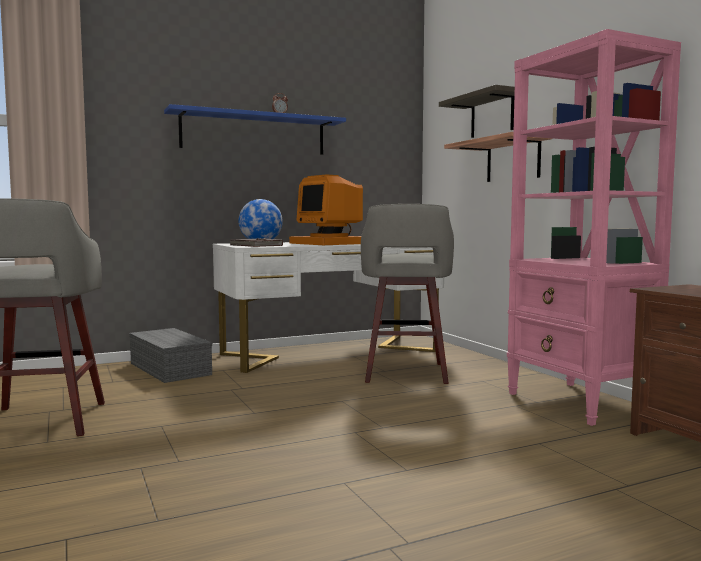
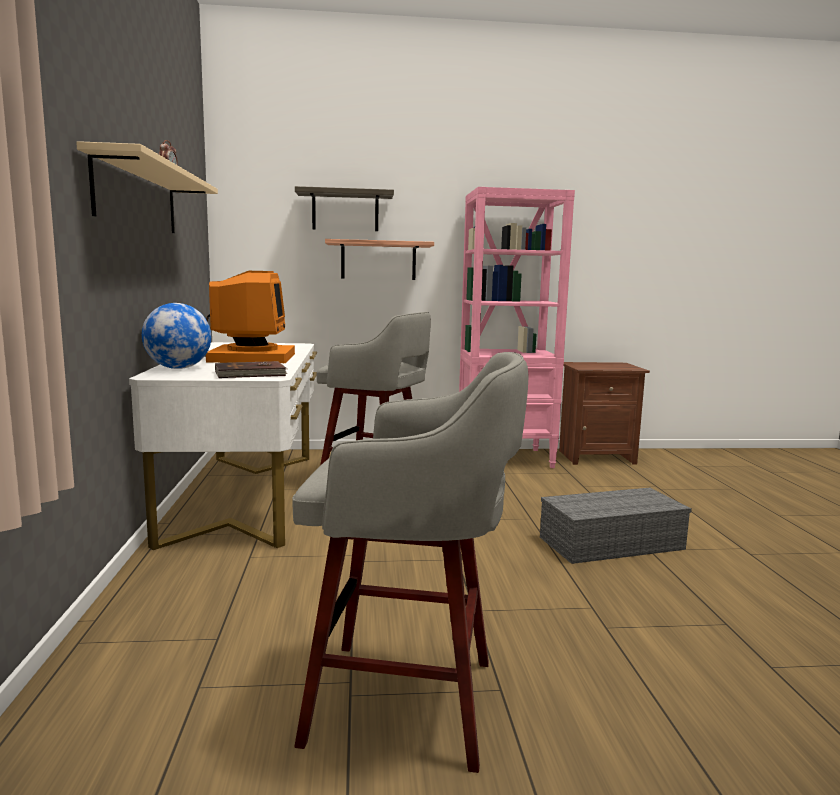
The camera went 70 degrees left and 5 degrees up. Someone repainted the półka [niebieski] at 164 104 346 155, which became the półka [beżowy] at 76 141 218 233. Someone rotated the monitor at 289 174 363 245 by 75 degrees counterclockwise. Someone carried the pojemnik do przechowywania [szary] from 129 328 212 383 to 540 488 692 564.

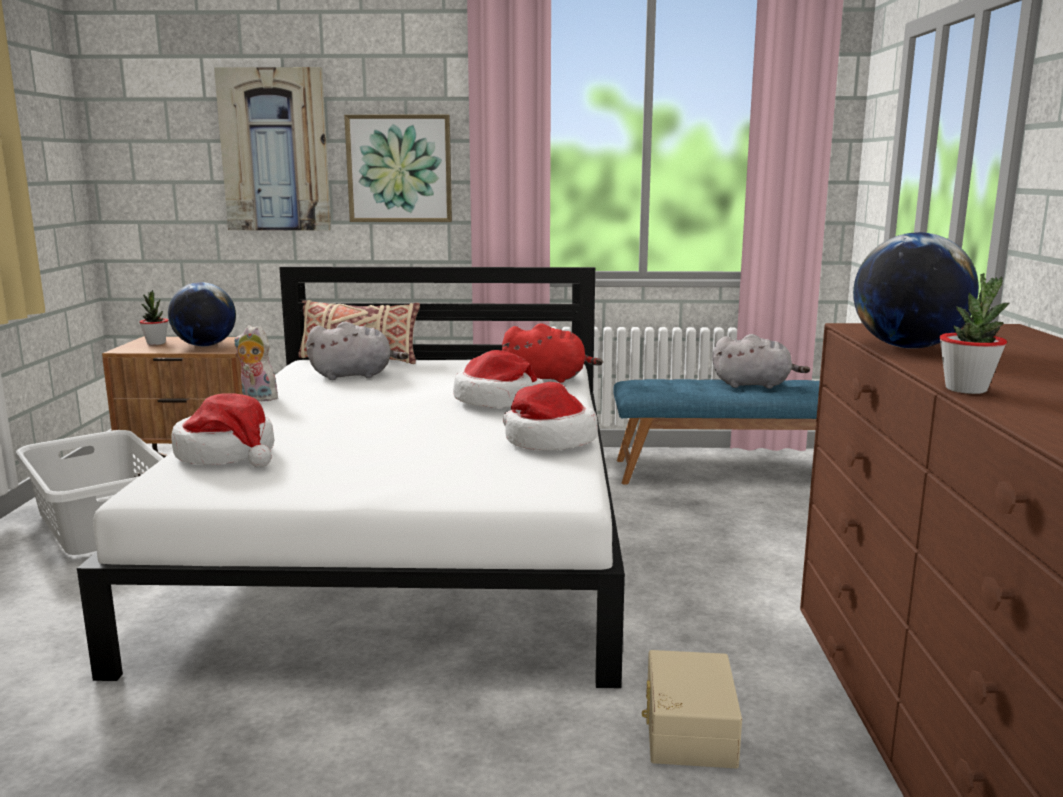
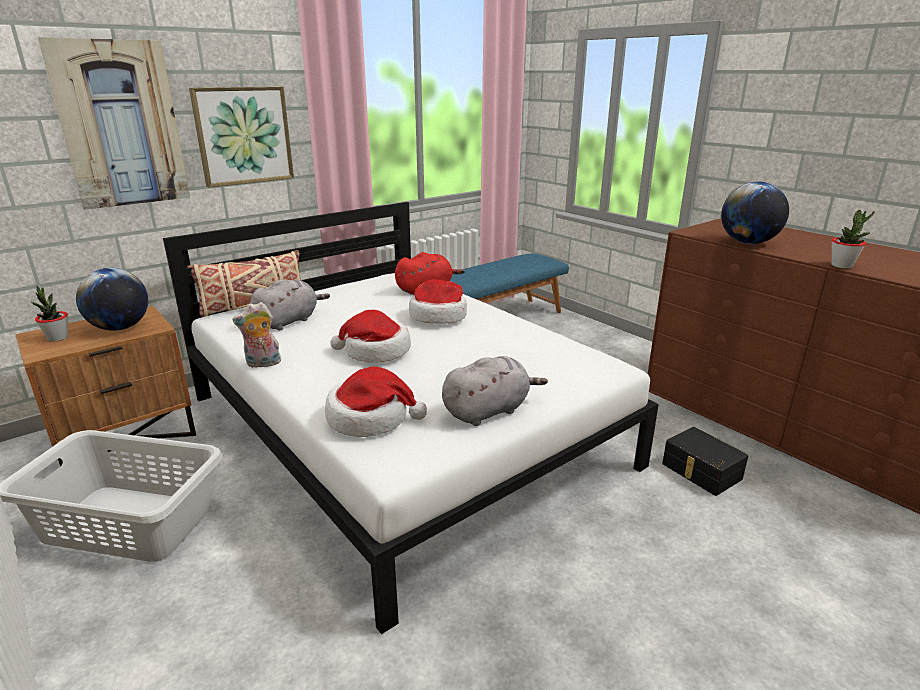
The camera went 40 degrees left and 10 degrees up. Someone carried the kapelusz from 503 382 598 450 to 330 310 411 363. Someone carried the pluszak [szary] from 712 334 810 389 to 442 356 548 426. Someone repainted the pojemnik do przechowywania [beżowy] at 642 650 742 768, which became the pojemnik do przechowywania [czarny] at 662 427 748 496.

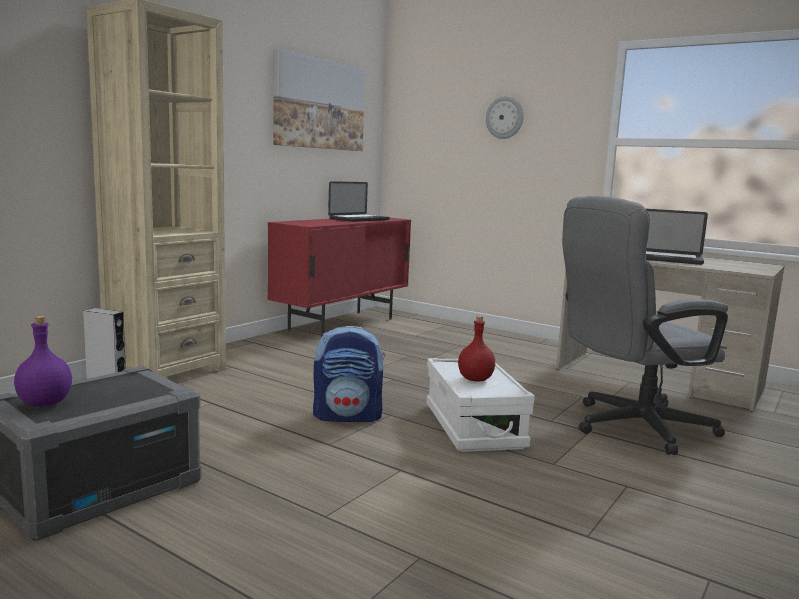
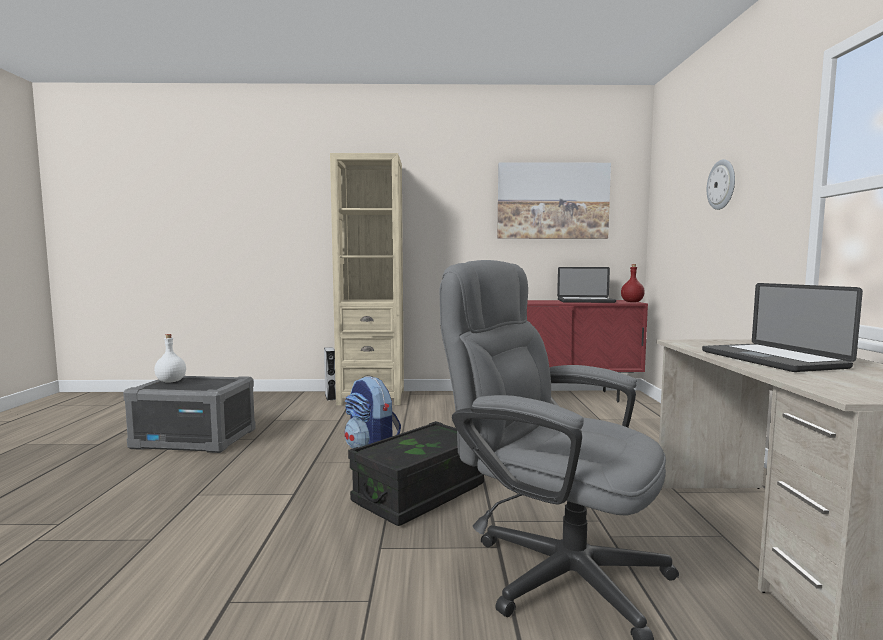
The camera went 55 degrees right and 5 degrees down. Someone repainted the butelka [fioletowy] at 14 316 72 407, which became the butelka [biały] at 154 334 186 383. Someone repainted the pojemnik do przechowywania [biały] at 427 358 535 452, which became the pojemnik do przechowywania [czarny] at 348 421 484 526. Someone carried the butelka [czerwony] from 458 316 495 382 to 621 264 645 302.

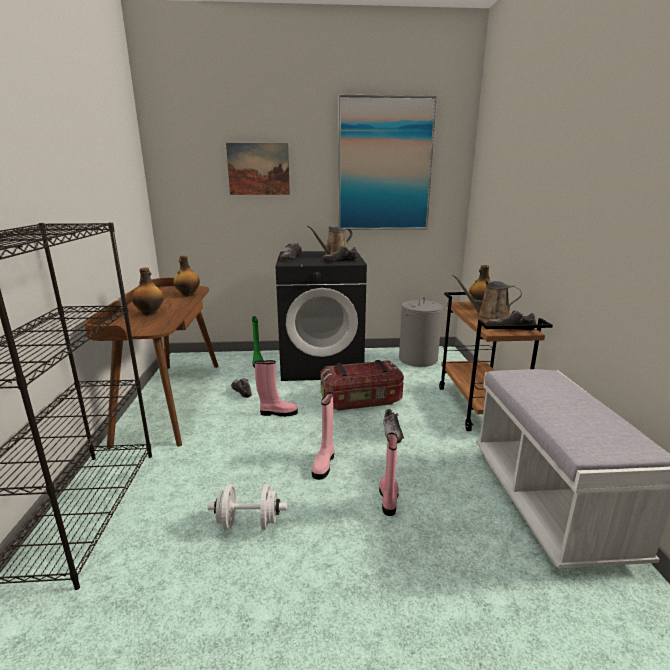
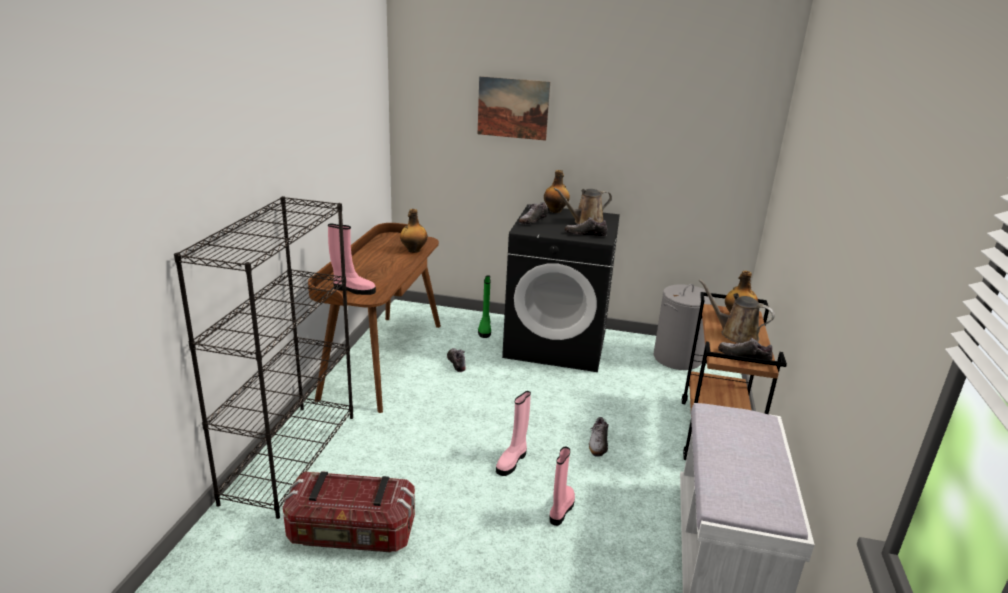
The camera went 15 degrees right and 5 degrees up. Someone carried the pojemnik do przechowywania from 321 360 404 411 to 283 471 415 552. Someone carried the but z cholewką [różowy] from 255 360 298 417 to 328 224 376 295. Someone carried the butelka from 132 268 164 316 to 544 170 570 213. Someone took away the hantel [biały] at 208 484 287 530. Someone took away the obraz at 338 95 437 230.

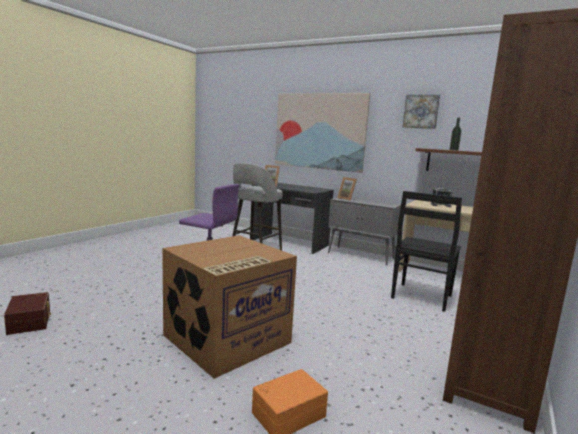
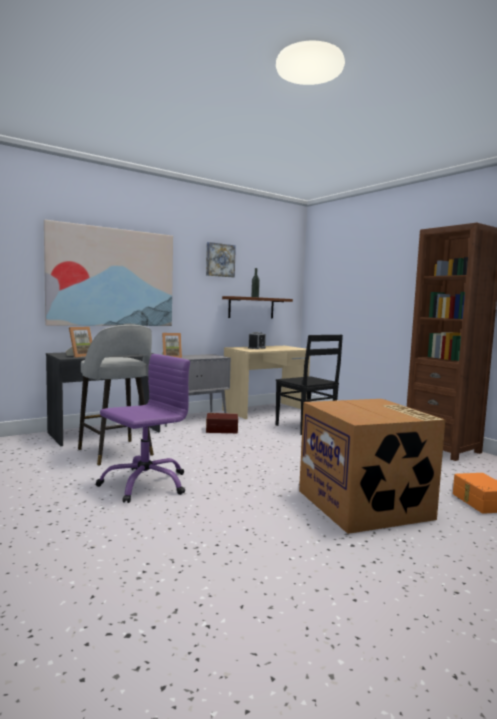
The camera went 65 degrees left and 5 degrees down. Someone carried the pojemnik do przechowywania [brązowy] from 4 292 51 335 to 206 413 238 433.

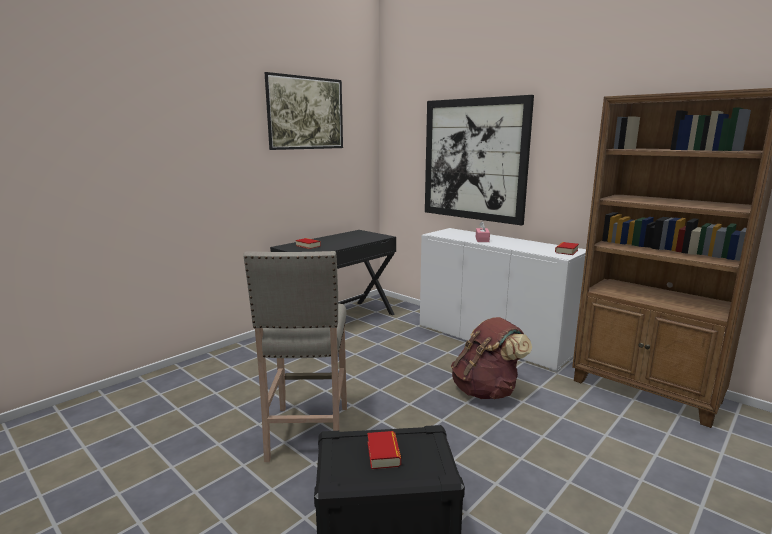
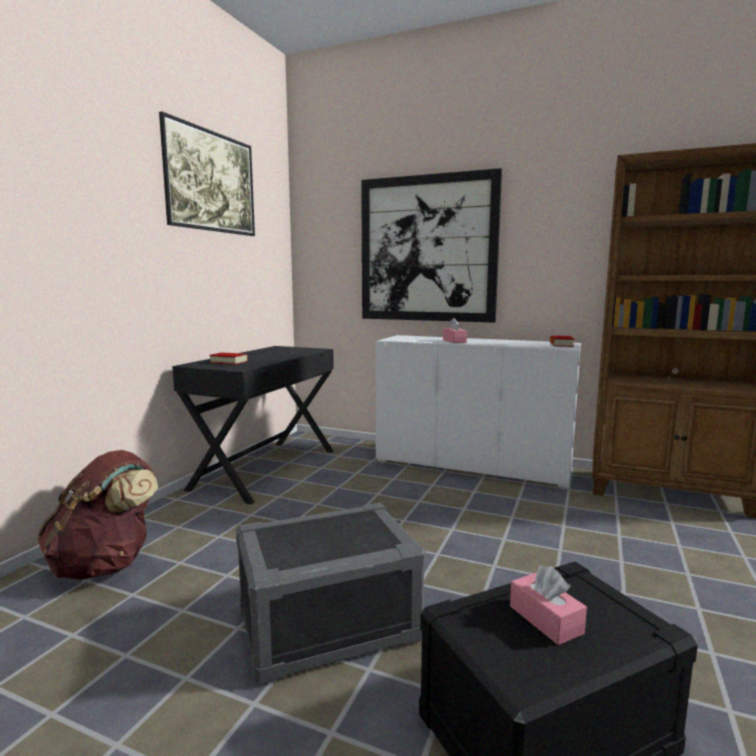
The camera went 20 degrees left and 5 degrees down. Someone carried the plecak [brązowy] from 451 317 532 399 to 38 450 158 580. Someone swapped the stołek [beżowy] at 244 251 347 462 for the pojemnik do przechowywania [szary] at 236 502 426 684. Someone swapped the książka at 367 431 401 469 for the pudełko chusteczek [różowy] at 510 565 587 645.

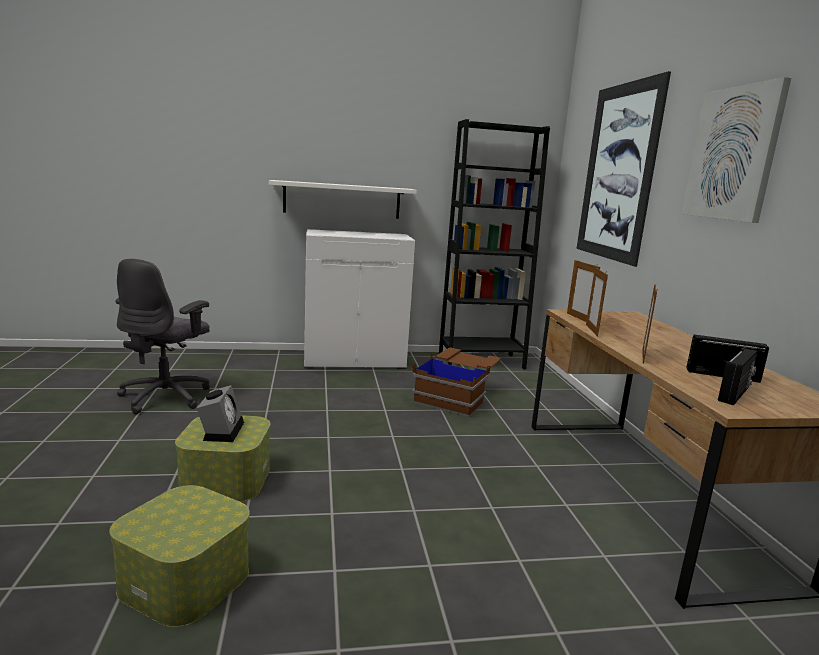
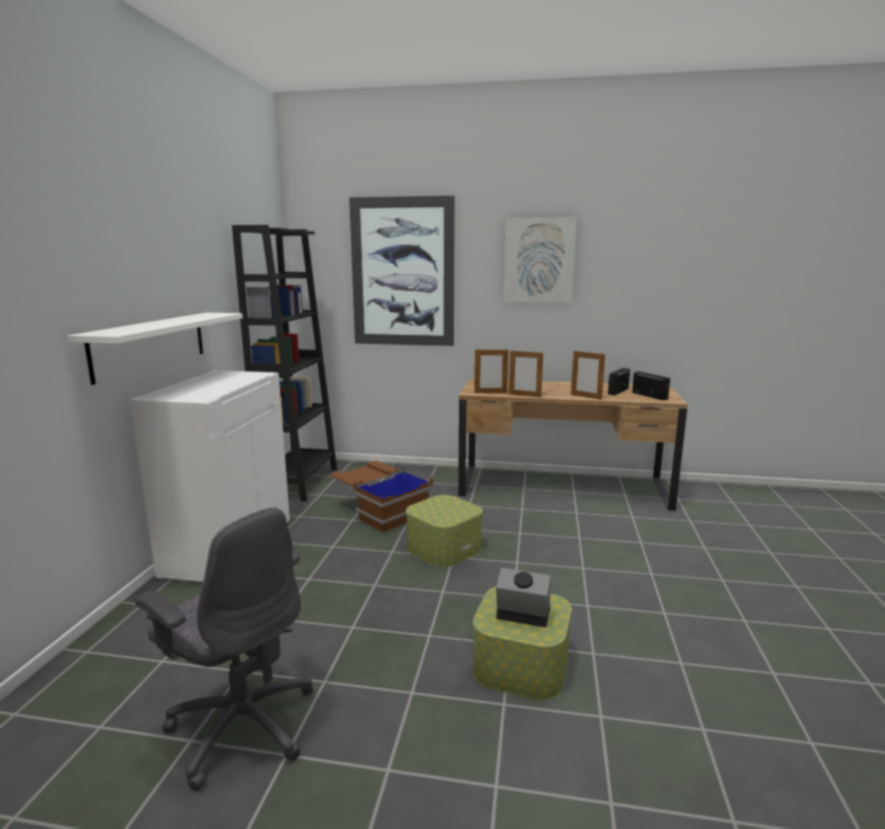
The camera went 70 degrees left and 0 degrees up. Someone carried the pojemnik do przechowywania from 109 485 250 627 to 406 495 483 567.

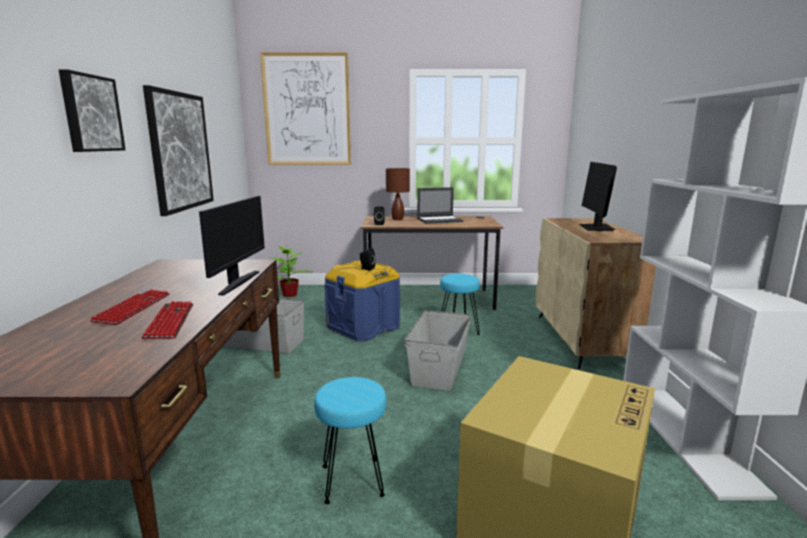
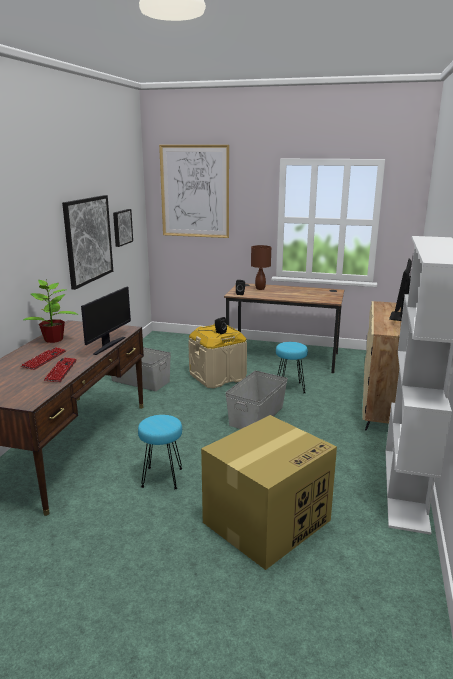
The camera went 15 degrees right and 5 degrees up. Someone carried the roślina doniczkowa from 270 247 311 297 to 23 279 78 343. Someone carried the obraz from 59 69 126 152 to 113 209 133 247. Someone repainted the pojemnik do przechowywania [niebieski] at 325 261 400 341, which became the pojemnik do przechowywania [beżowy] at 188 324 247 388. Someone took away the laptop at 417 187 463 224.

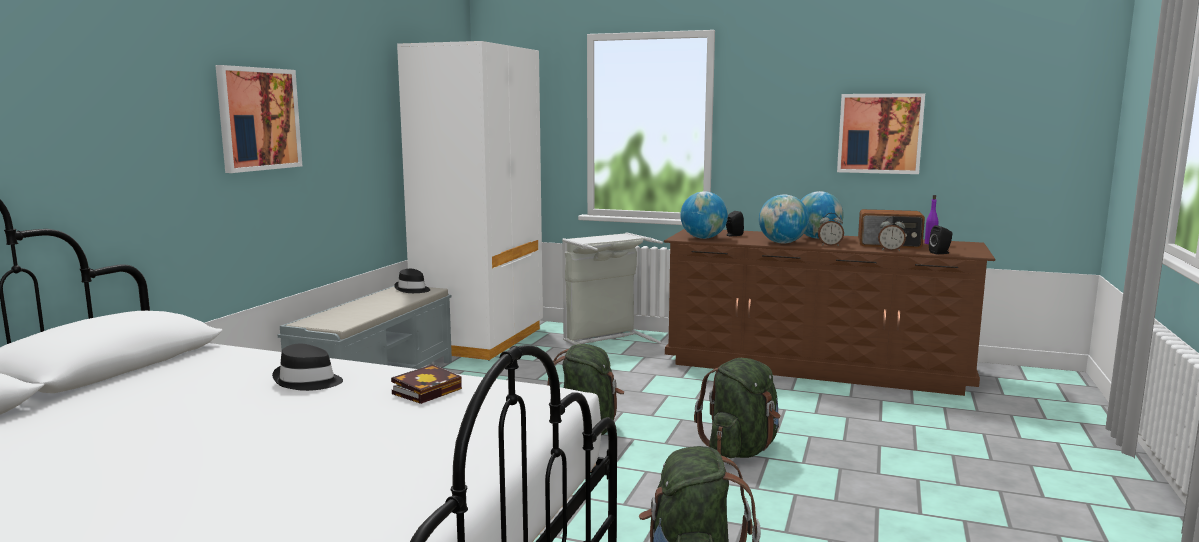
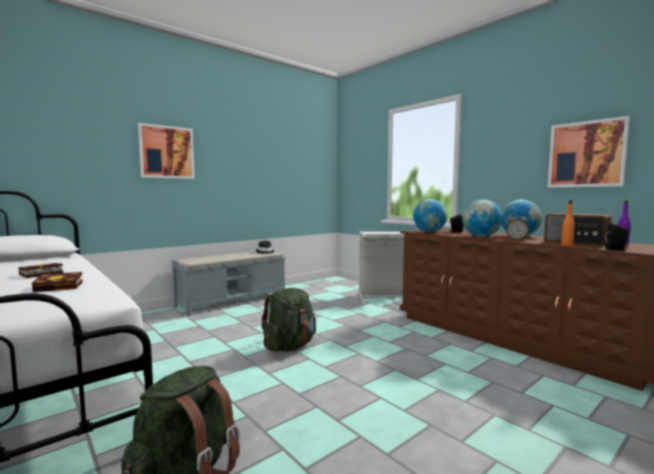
The camera went 30 degrees right and 5 degrees down. Someone swapped the kapelusz [czarny] at 272 344 343 391 for the książka at 18 263 63 278. Someone swapped the budzik at 878 217 906 251 for the butelka [pomarańczowy] at 561 200 575 246. Someone took away the szafa [biały] at 397 41 543 361. Someone took away the plecak [zielony] at 694 358 781 458.

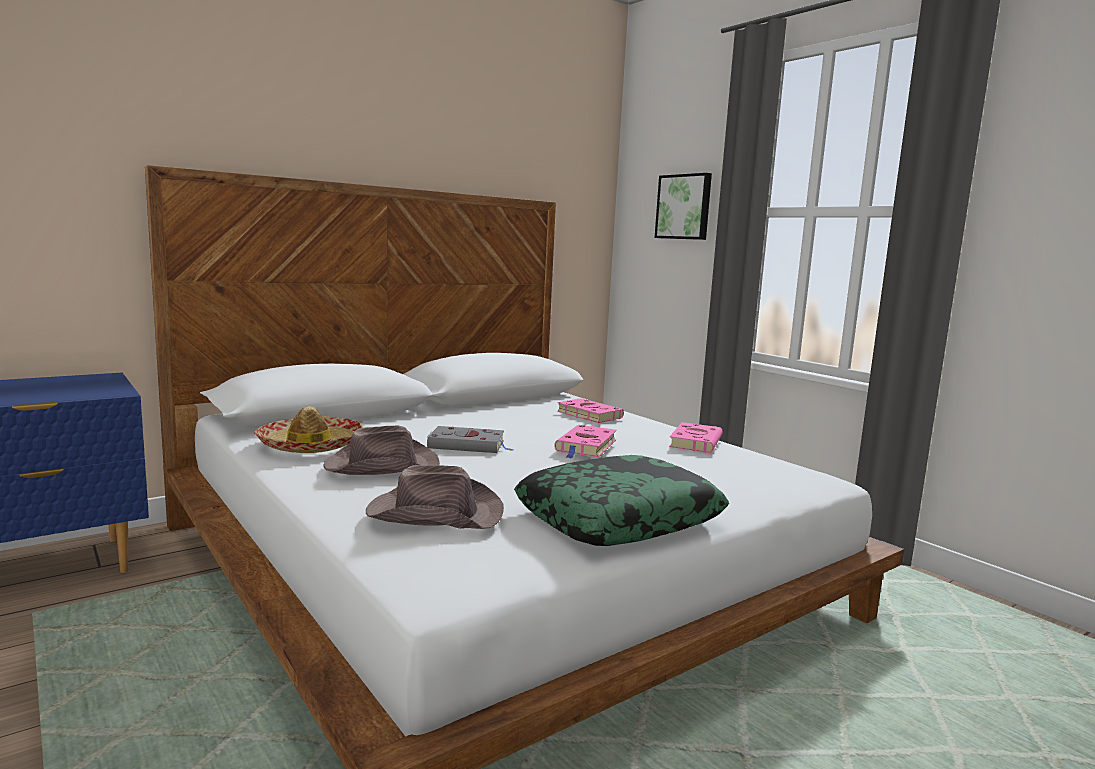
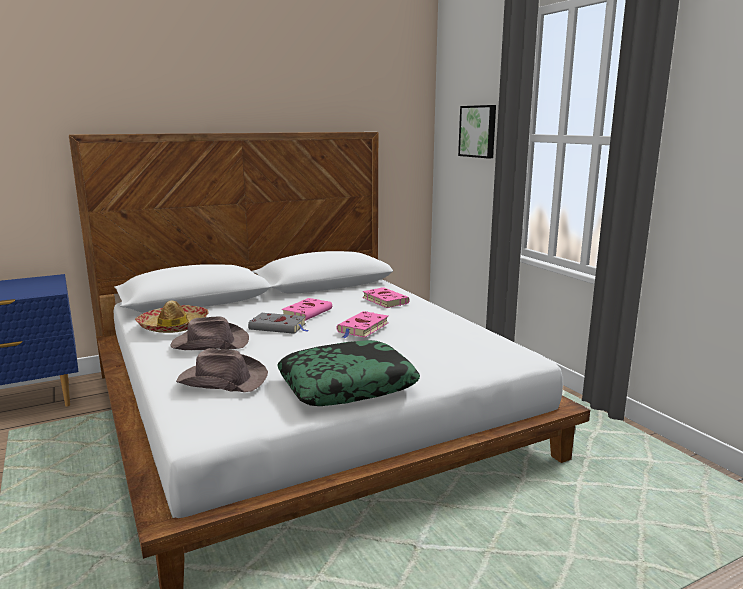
The camera went 10 degrees right and 5 degrees up. Someone carried the książka [różowy] from 669 422 723 453 to 282 298 332 321.

